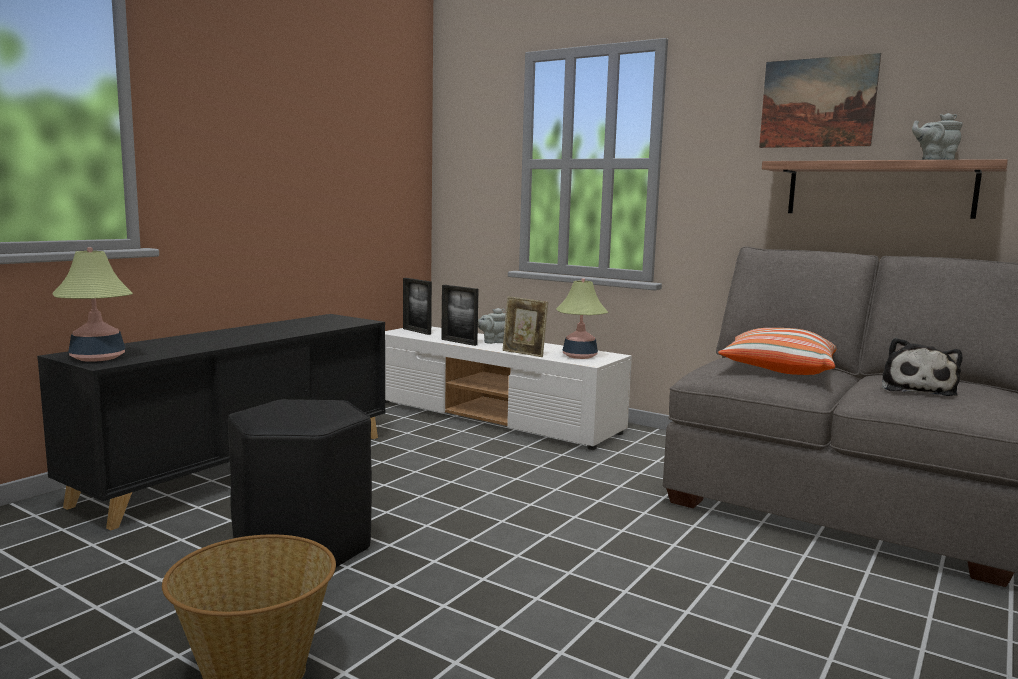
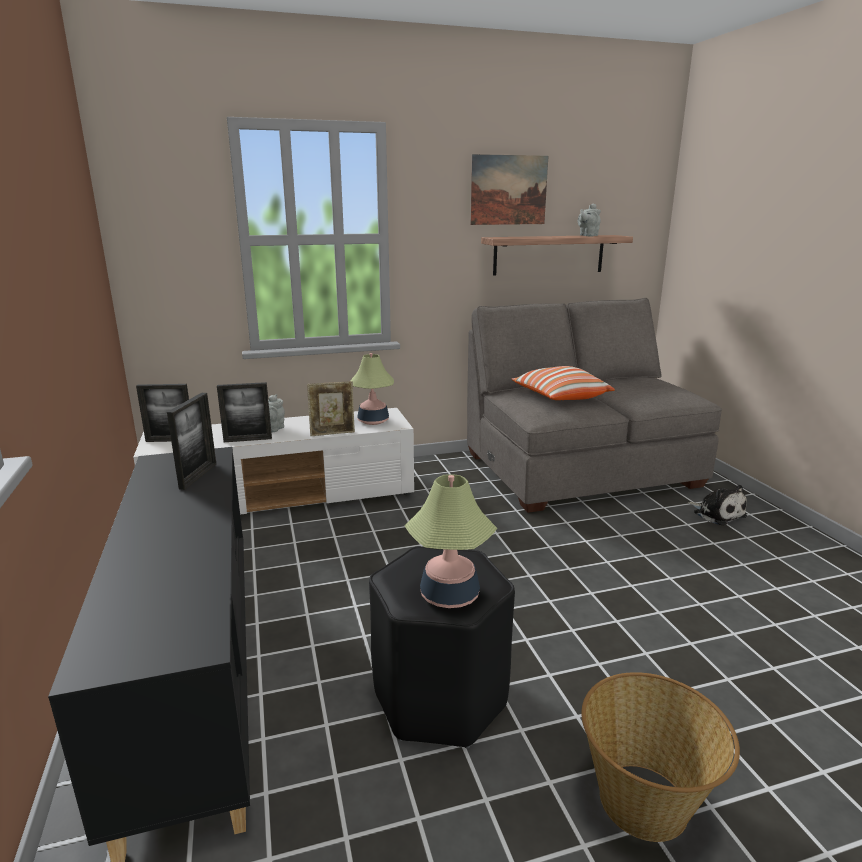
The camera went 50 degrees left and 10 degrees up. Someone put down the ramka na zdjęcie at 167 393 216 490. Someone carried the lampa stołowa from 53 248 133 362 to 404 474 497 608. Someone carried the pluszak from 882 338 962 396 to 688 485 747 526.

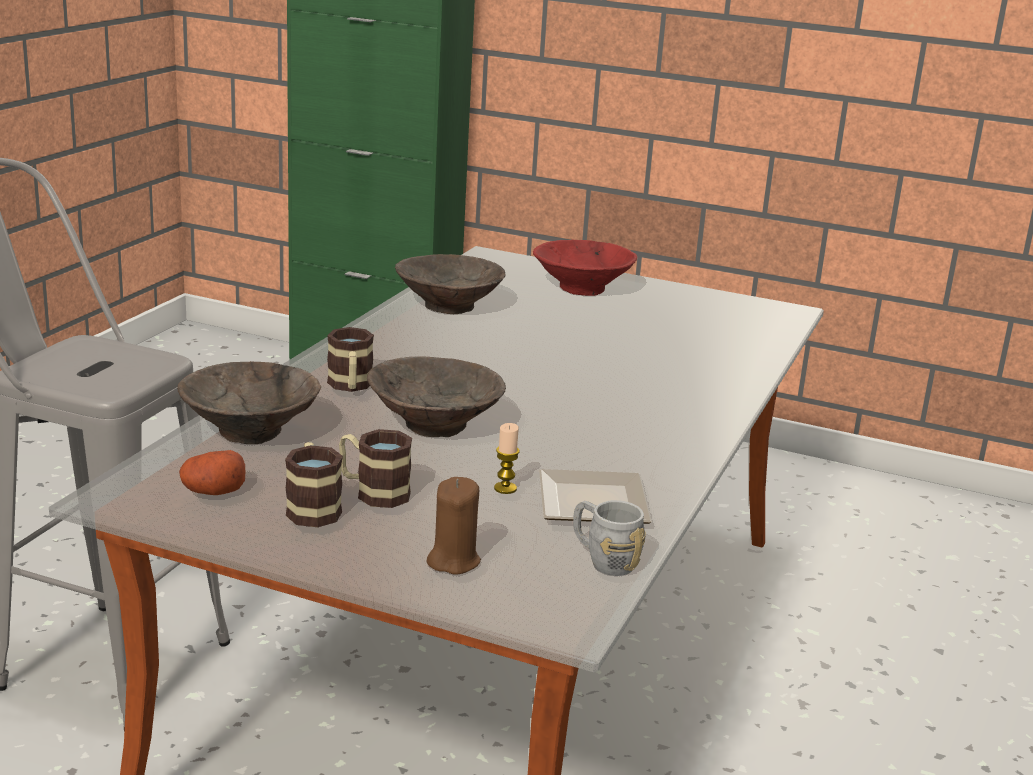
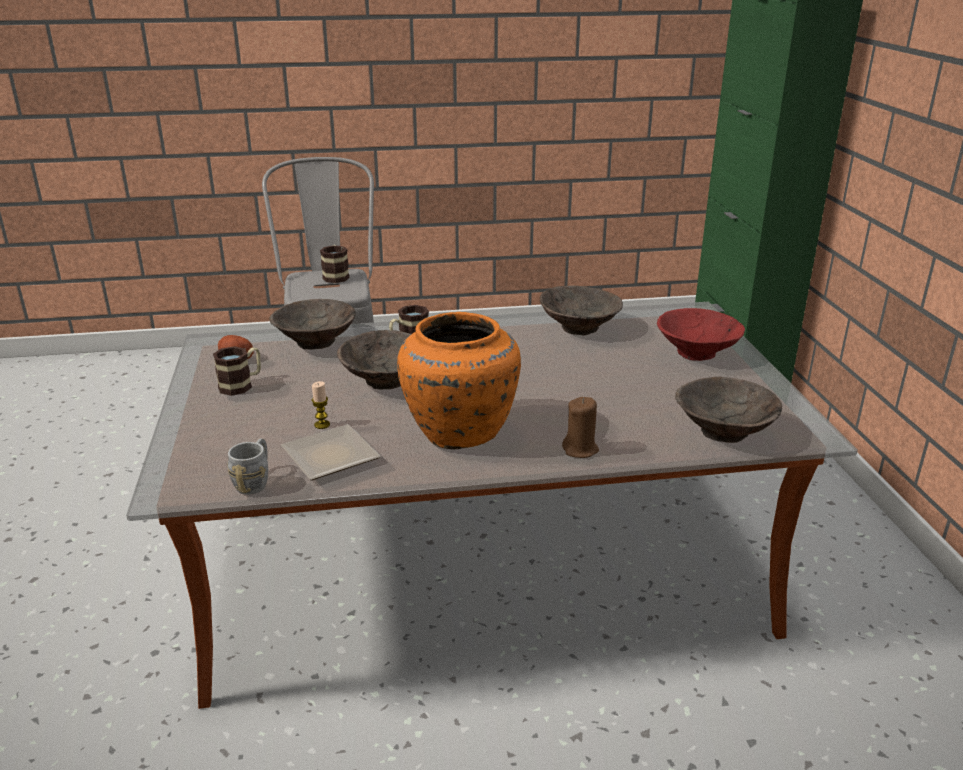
The camera went 60 degrees right and 5 degrees up. Someone carried the kubek from 339 429 412 508 to 320 245 350 283. Someone put down the wazon [pomarańczowy] at 397 312 521 449. Someone carried the świeca [brązowy] from 426 477 481 575 to 562 397 599 458. Someone put down the miska [brązowy] at 675 377 782 443.

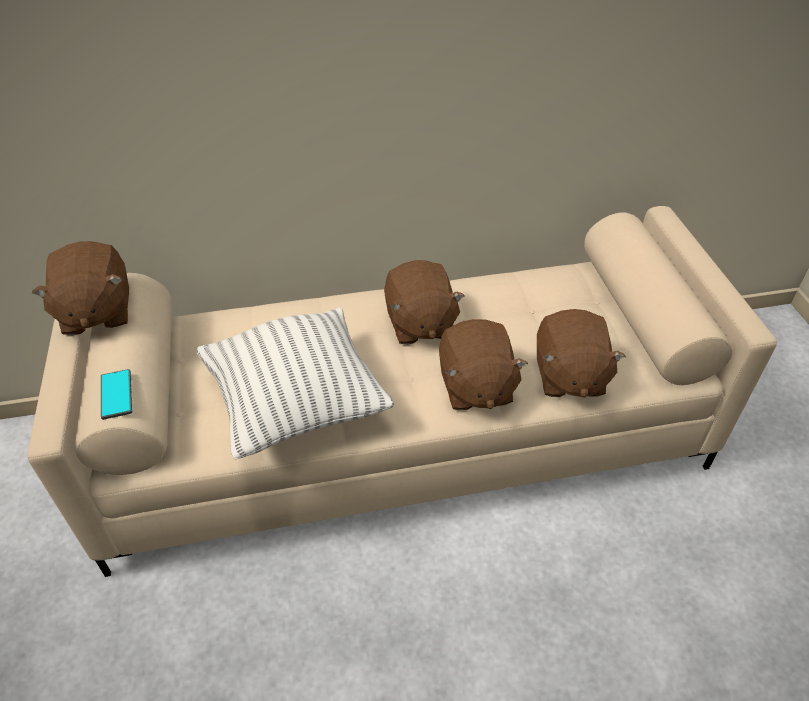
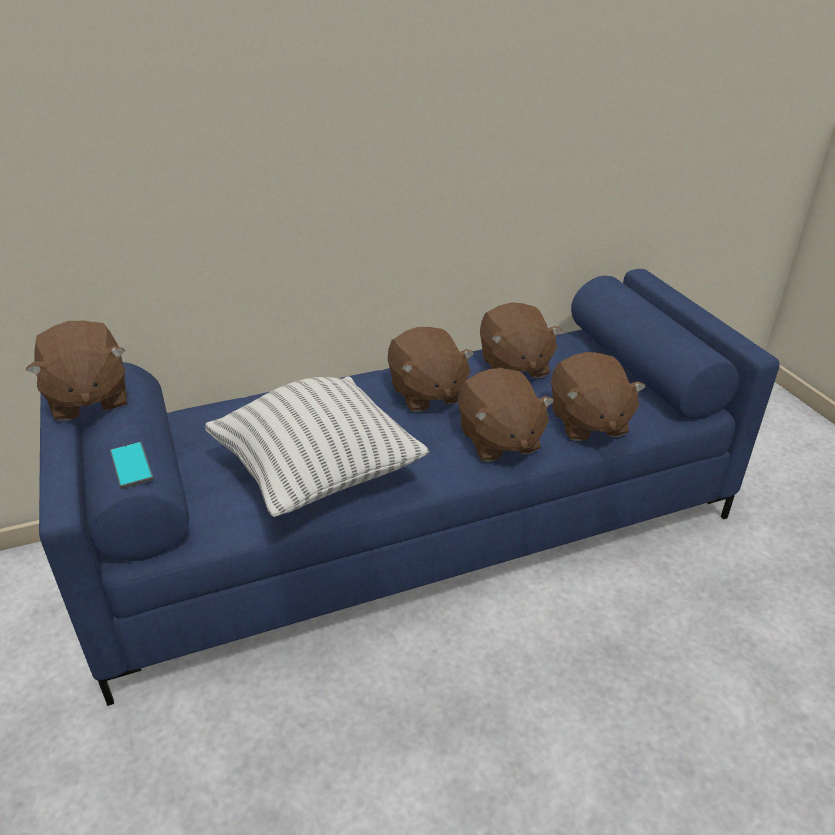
The camera went 10 degrees left and 10 degrees down. Someone repainted the kanapa [beżowy] at 27 206 777 577, which became the kanapa [niebieski] at 39 269 780 706. Someone put down the pluszak [brązowy] at 480 302 562 378.

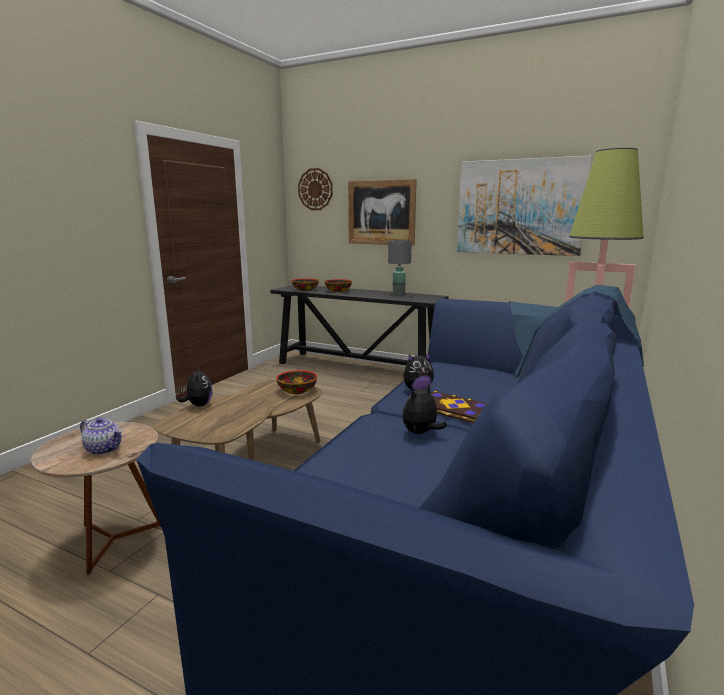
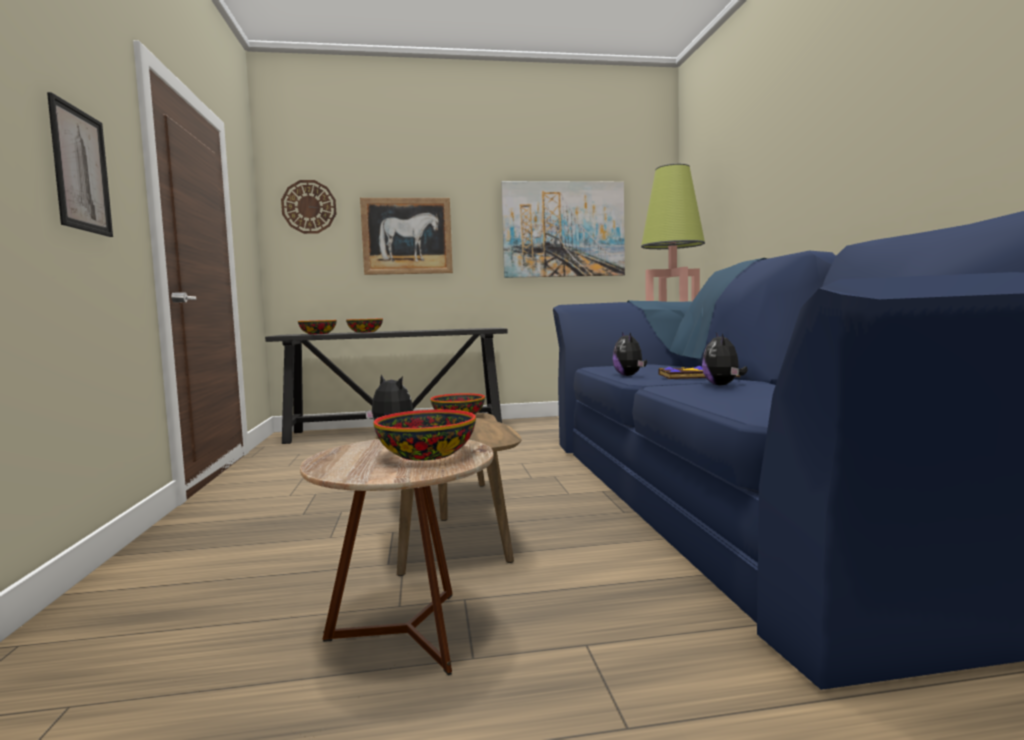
The camera went 35 degrees left and 10 degrees down. Someone put up the obraz at 47 92 113 237. Someone swapped the imbryk at 80 418 122 455 for the miska at 374 410 476 461. Someone rotated the pluszak at 403 352 434 391 by 135 degrees clockwise. Someone took away the lampa stołowa [szary] at 388 240 412 295.

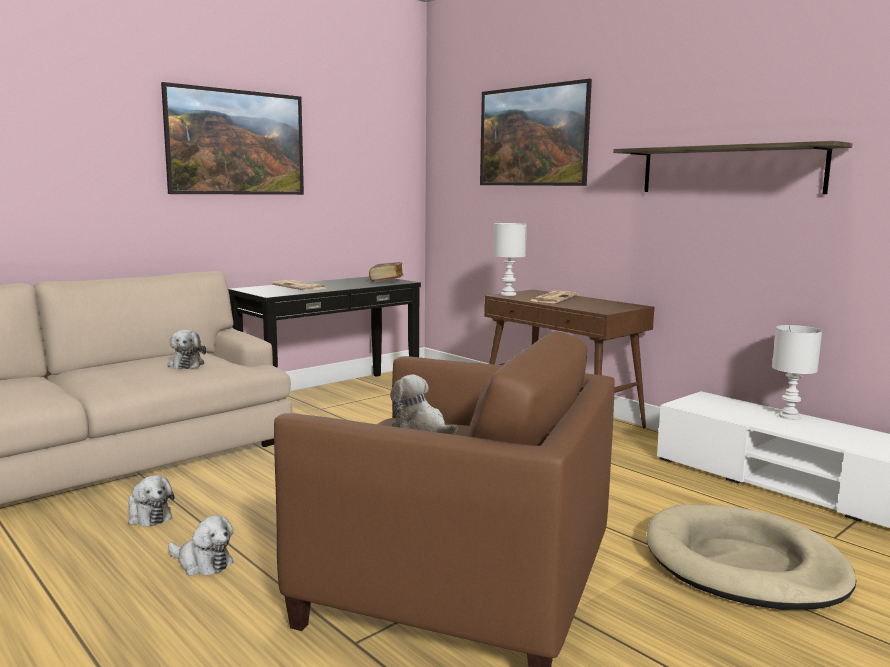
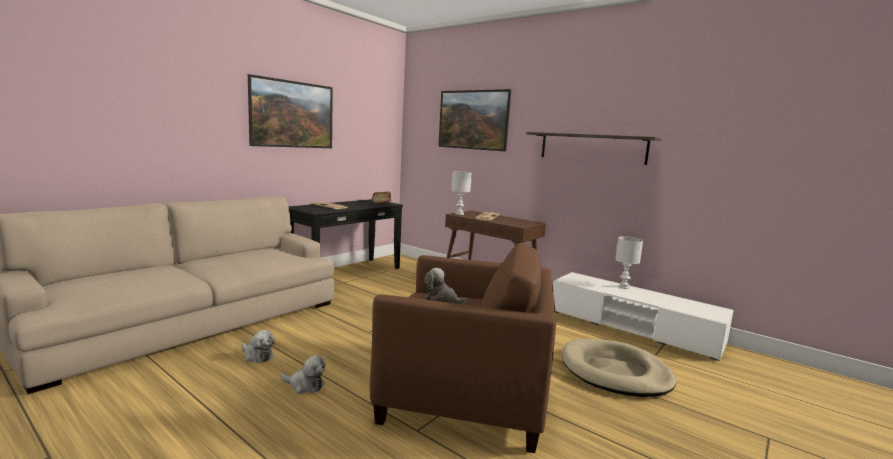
The camera went 10 degrees left and 0 degrees up. Someone took away the pluszak at 168 330 206 369.

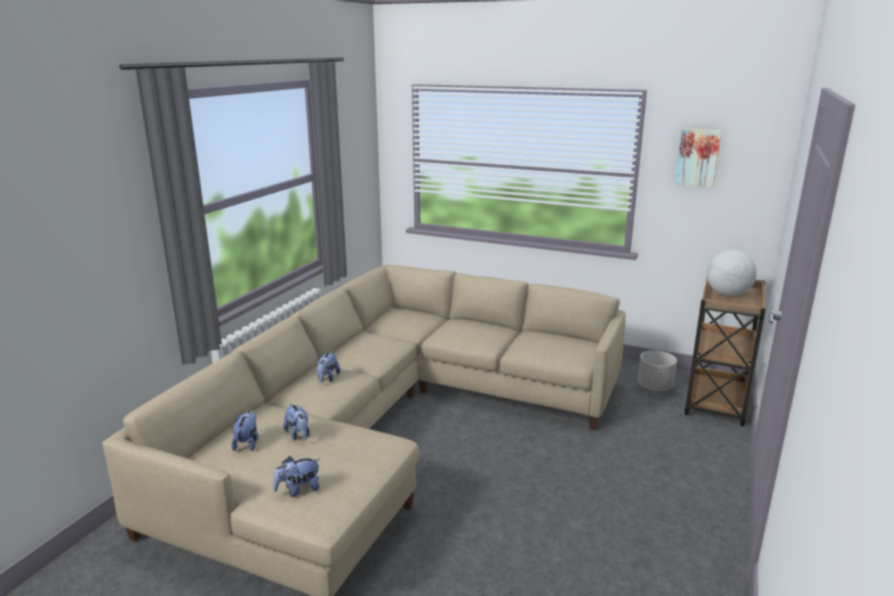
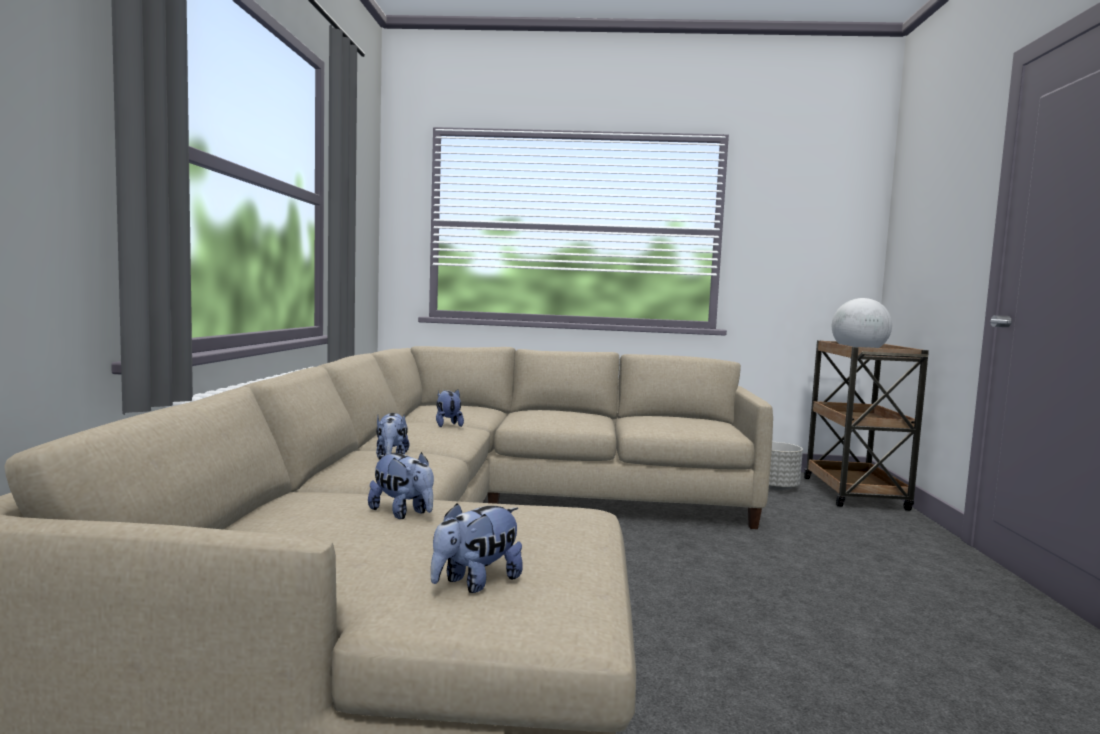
The camera went 20 degrees left and 15 degrees down. Someone carried the pluszak from 231 410 258 451 to 436 390 464 427. Someone took away the obraz at 675 129 722 187.

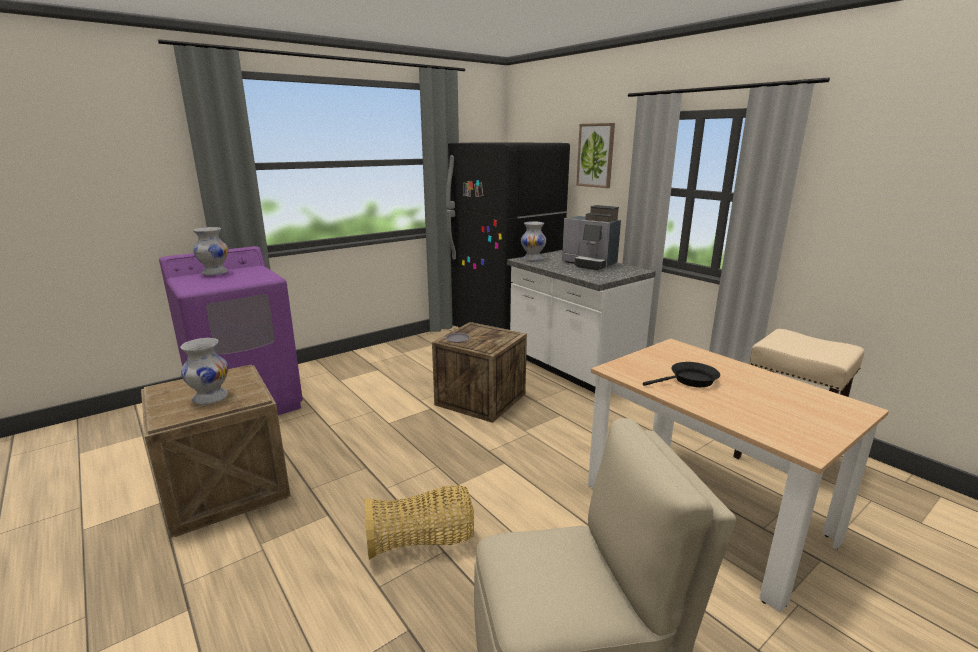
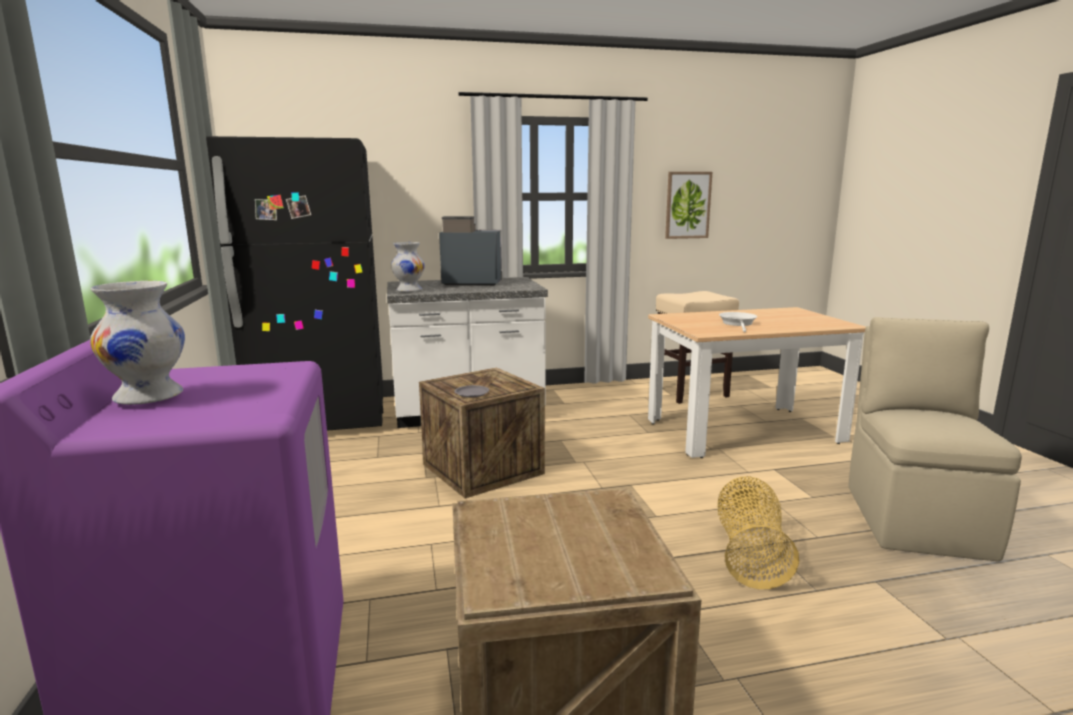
The camera went 65 degrees left and 5 degrees down. Someone rotated the ekspres do kawy at 562 205 621 270 by 150 degrees counterclockwise. Someone carried the obraz from 576 123 615 188 to 665 172 712 239. Someone repainted the patelnia [czarny] at 643 362 720 387, which became the patelnia [biały] at 719 312 758 332. Someone took away the wazon [biały] at 180 338 228 405.

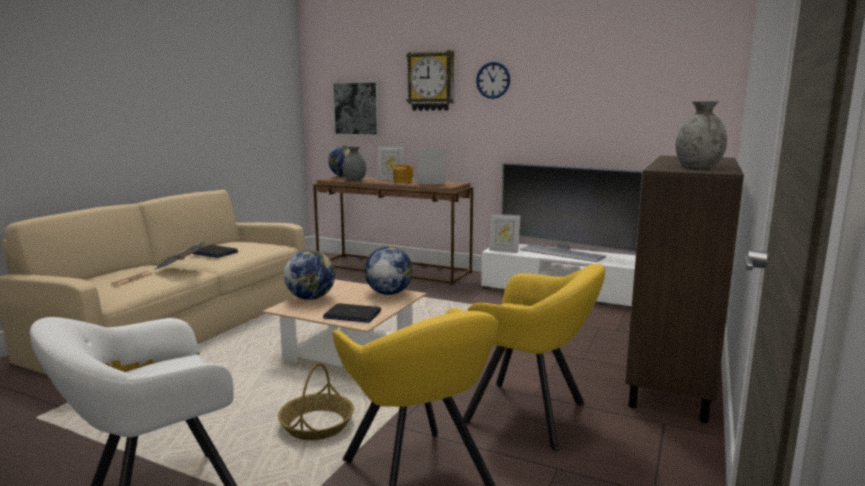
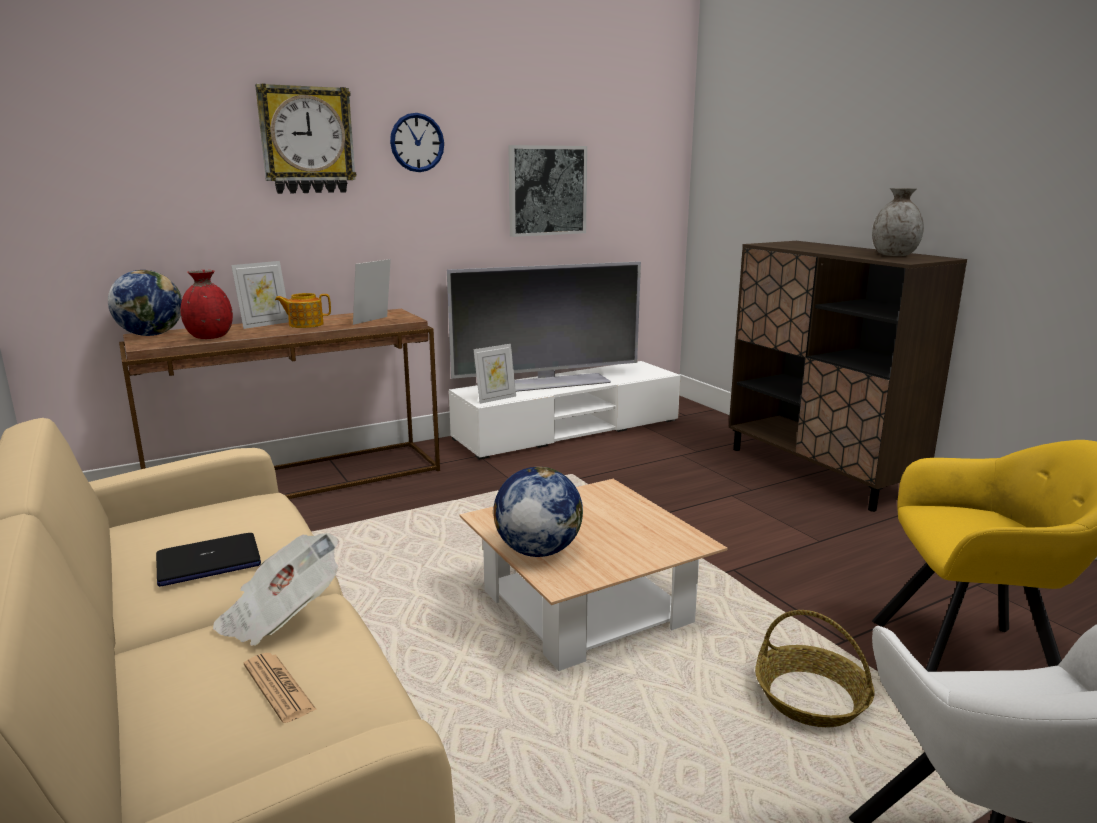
The camera went 55 degrees left and 5 degrees up. Someone repainted the wazon [szary] at 342 146 366 181, which became the wazon [czerwony] at 181 270 233 339. Someone carried the obraz from 332 80 381 136 to 508 145 587 237. Someone took away the laptop at 323 303 381 323. Someone took away the globus at 364 246 413 295. Someone took away the fotel [żółty] at 463 264 605 451.

